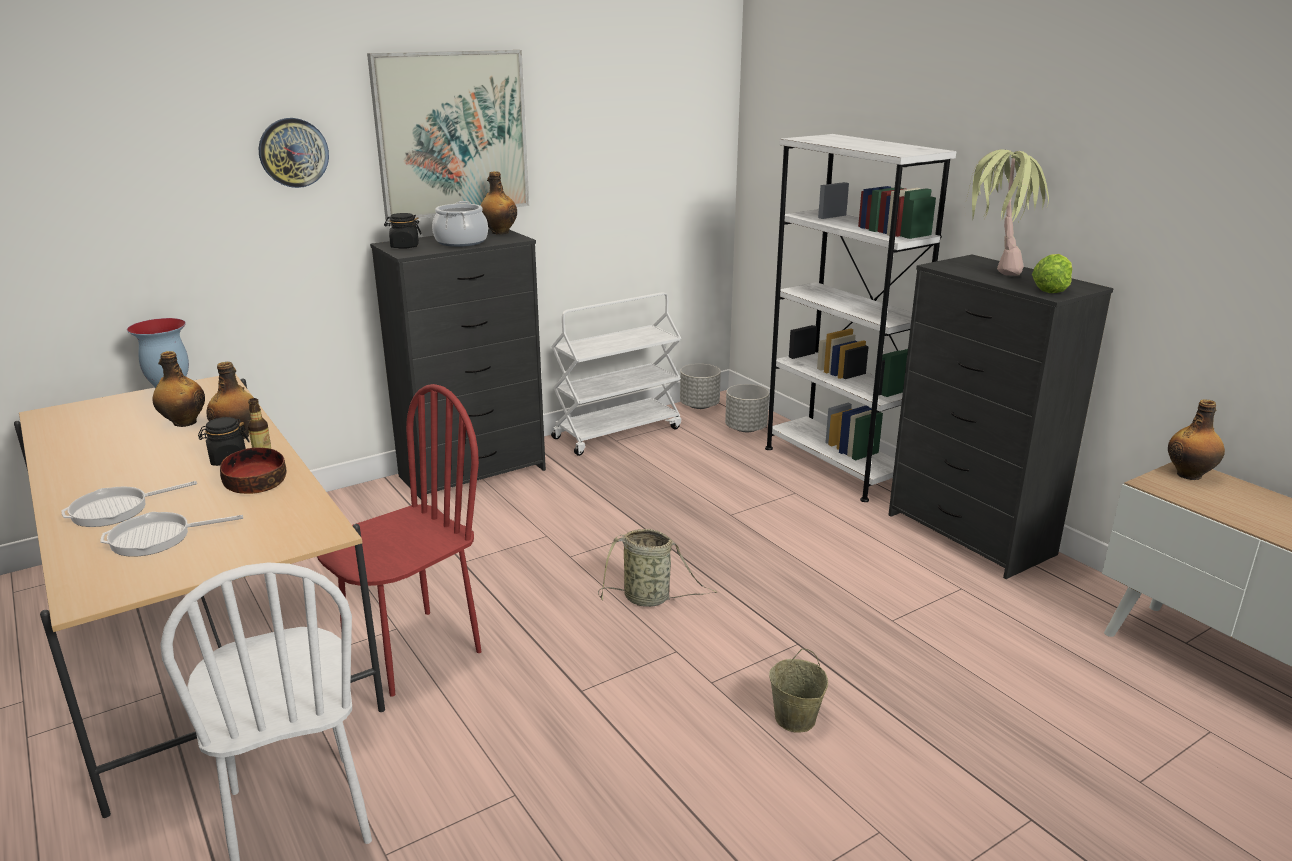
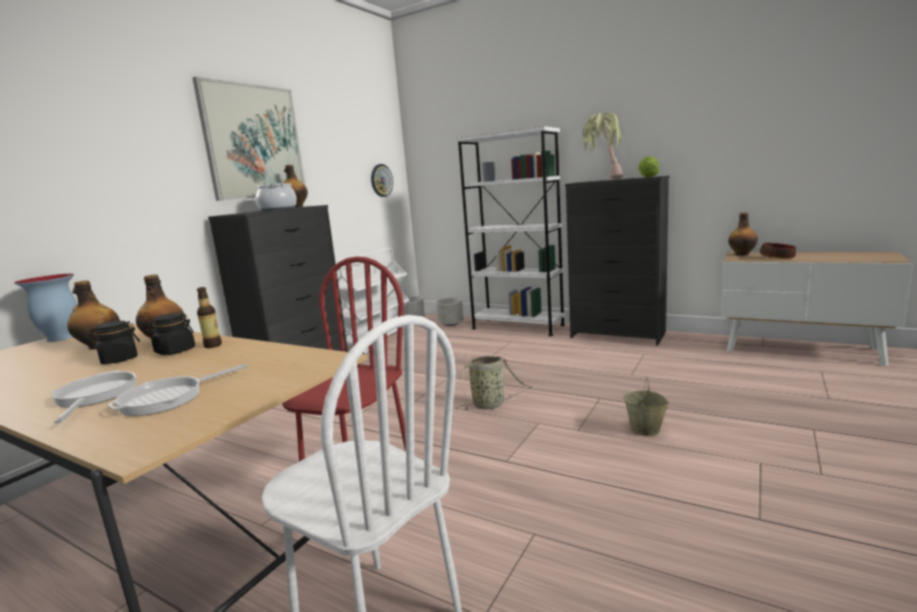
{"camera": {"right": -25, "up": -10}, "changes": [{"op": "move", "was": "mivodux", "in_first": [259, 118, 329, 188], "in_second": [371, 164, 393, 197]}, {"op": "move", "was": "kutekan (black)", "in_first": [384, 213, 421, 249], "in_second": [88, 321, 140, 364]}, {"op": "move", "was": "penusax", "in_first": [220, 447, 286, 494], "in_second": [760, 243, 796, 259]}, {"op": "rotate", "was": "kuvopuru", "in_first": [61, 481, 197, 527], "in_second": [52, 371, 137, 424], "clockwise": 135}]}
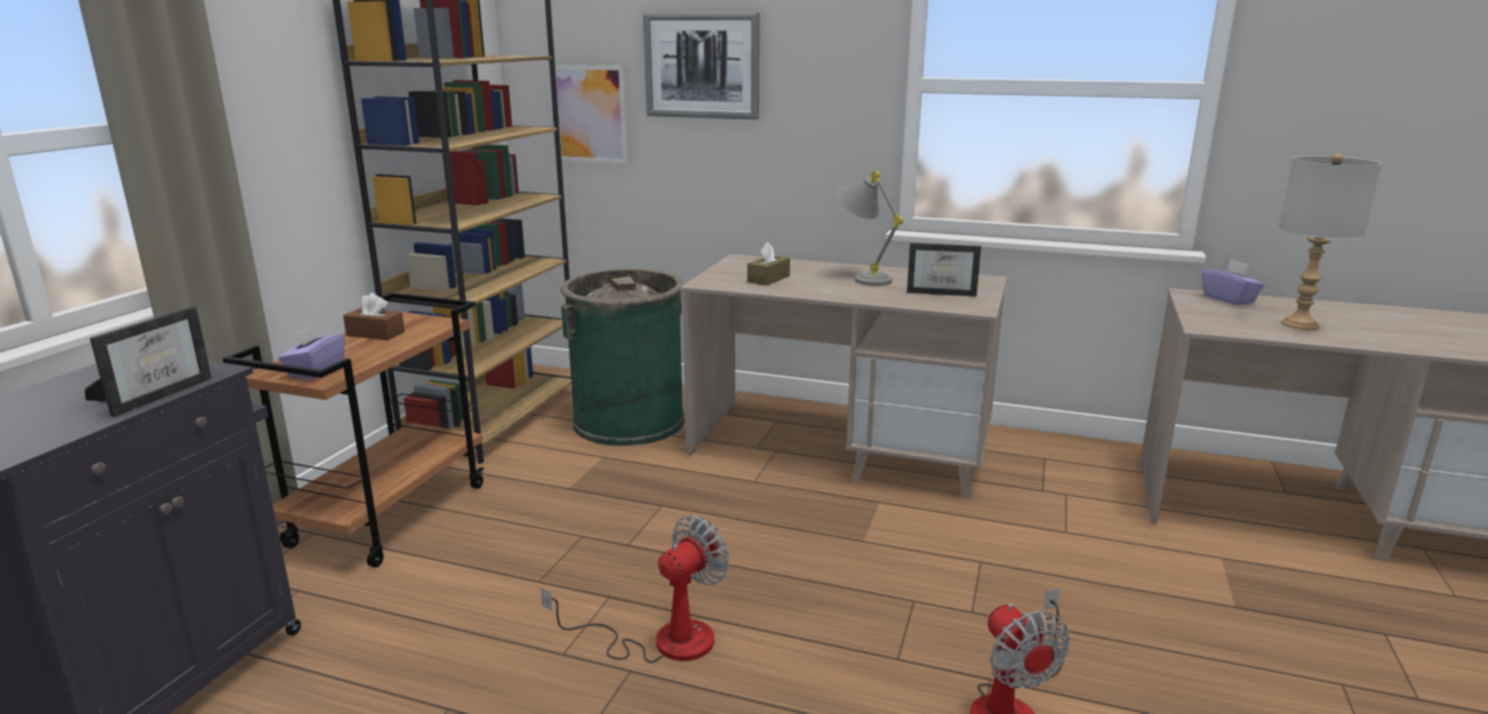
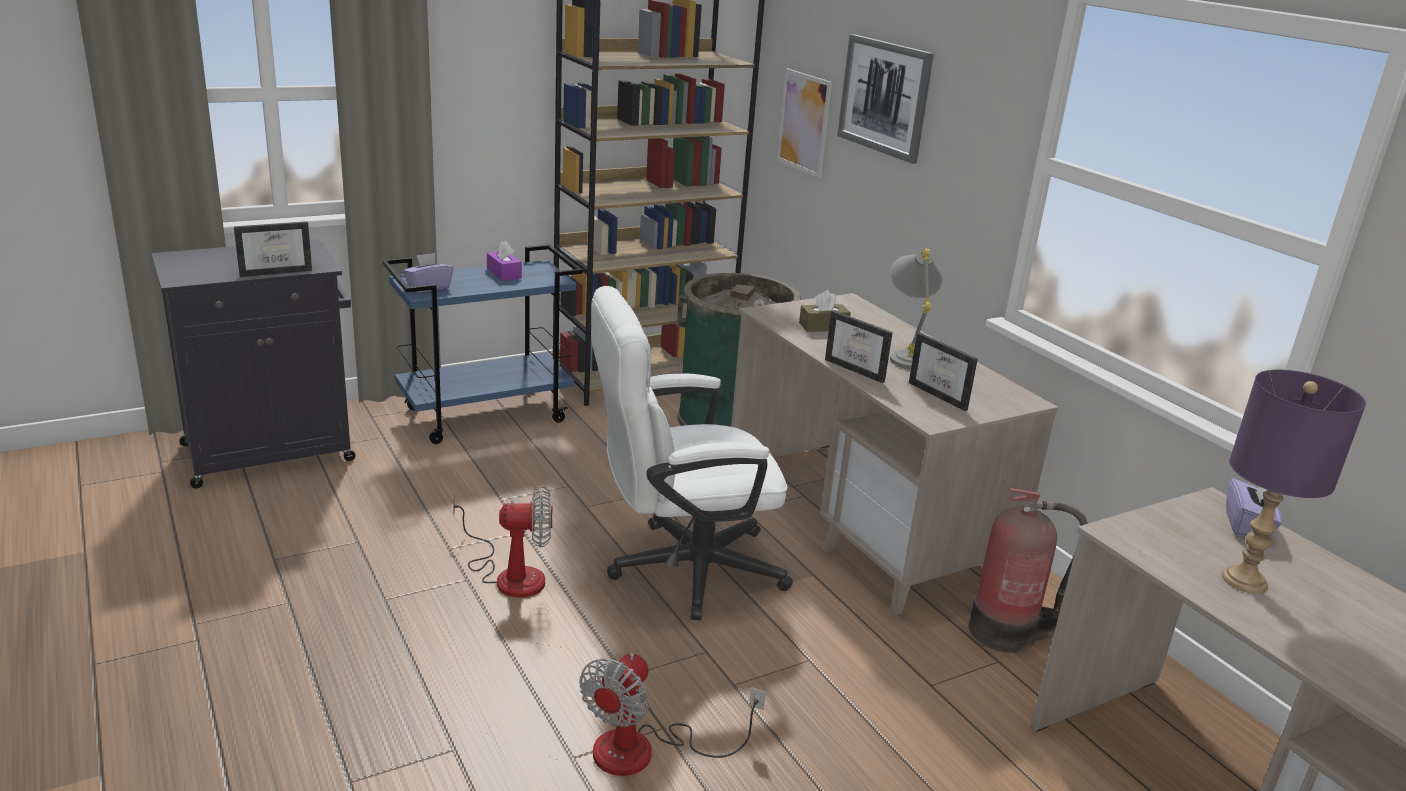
{"camera": {"right": 40, "up": 5}, "changes": [{"op": "recolor", "was": "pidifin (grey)", "now": "pidifin (purple)", "in_first": [1279, 153, 1382, 330], "in_second": [1222, 370, 1366, 594]}, {"op": "recolor", "was": "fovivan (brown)", "now": "fovivan (blue)", "in_first": [223, 293, 485, 568], "in_second": [382, 245, 583, 444]}, {"op": "recolor", "was": "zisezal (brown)", "now": "zisezal (purple)", "in_first": [343, 293, 405, 340], "in_second": [487, 241, 522, 281]}, {"op": "insert", "now": "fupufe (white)", "in_second": [591, 286, 793, 620]}, {"op": "insert", "now": "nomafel", "in_second": [825, 310, 893, 383]}, {"op": "insert", "now": "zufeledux", "in_second": [969, 488, 1088, 653]}]}
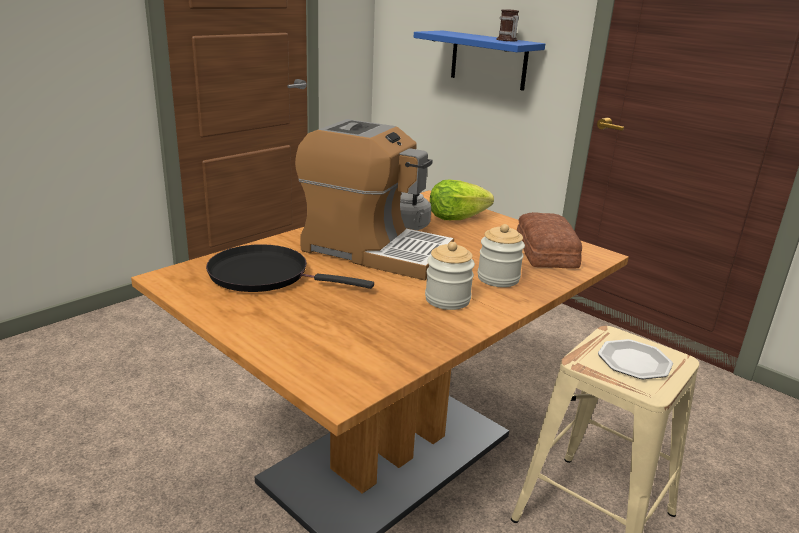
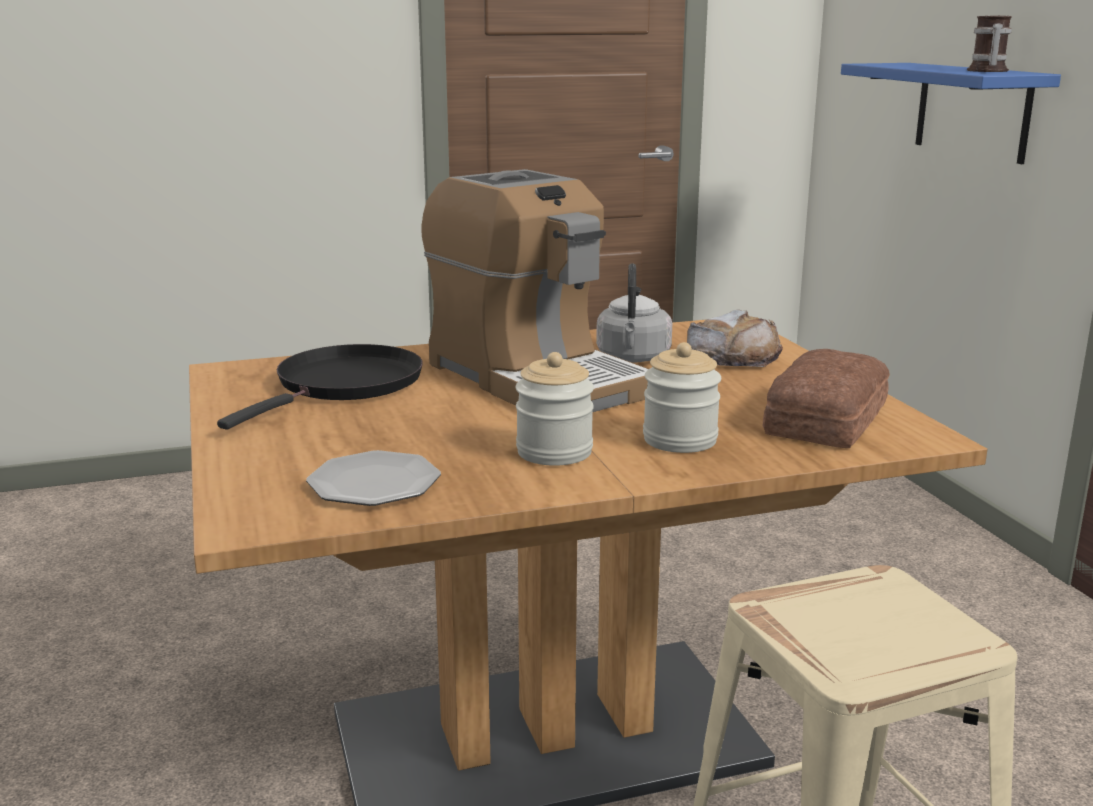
{"camera": {"right": 30, "up": -5}, "changes": [{"op": "replace", "was": "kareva", "now": "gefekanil", "in_first": [430, 180, 494, 220], "in_second": [687, 310, 783, 367]}, {"op": "rotate", "was": "kuvopuru (black)", "in_first": [206, 244, 374, 292], "in_second": [217, 344, 423, 429], "clockwise": 75}, {"op": "move", "was": "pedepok", "in_first": [598, 339, 673, 379], "in_second": [306, 450, 441, 506]}]}
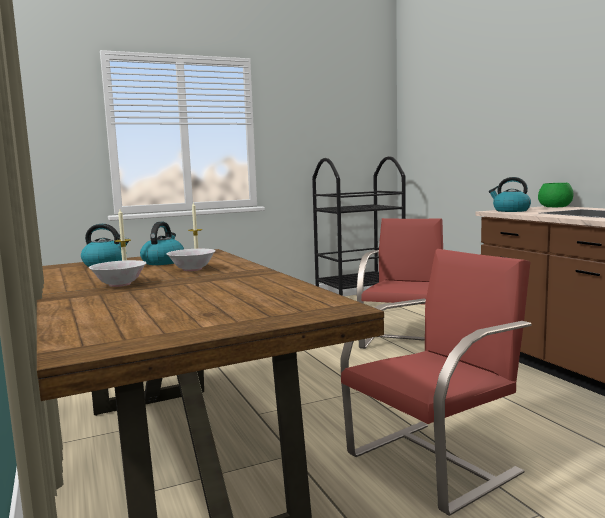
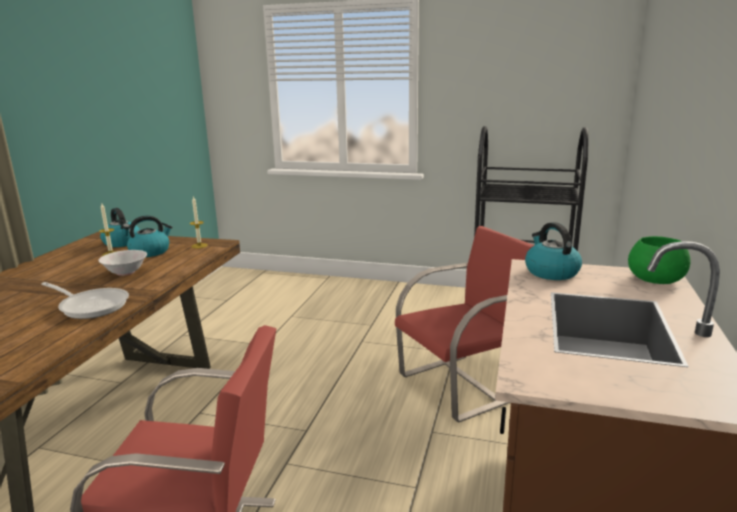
{"camera": {"right": 40, "up": 10}, "changes": [{"op": "delete", "was": "penusax (white)", "in_first": [89, 260, 146, 287]}, {"op": "insert", "now": "kuvopuru", "in_second": [41, 282, 129, 319]}]}
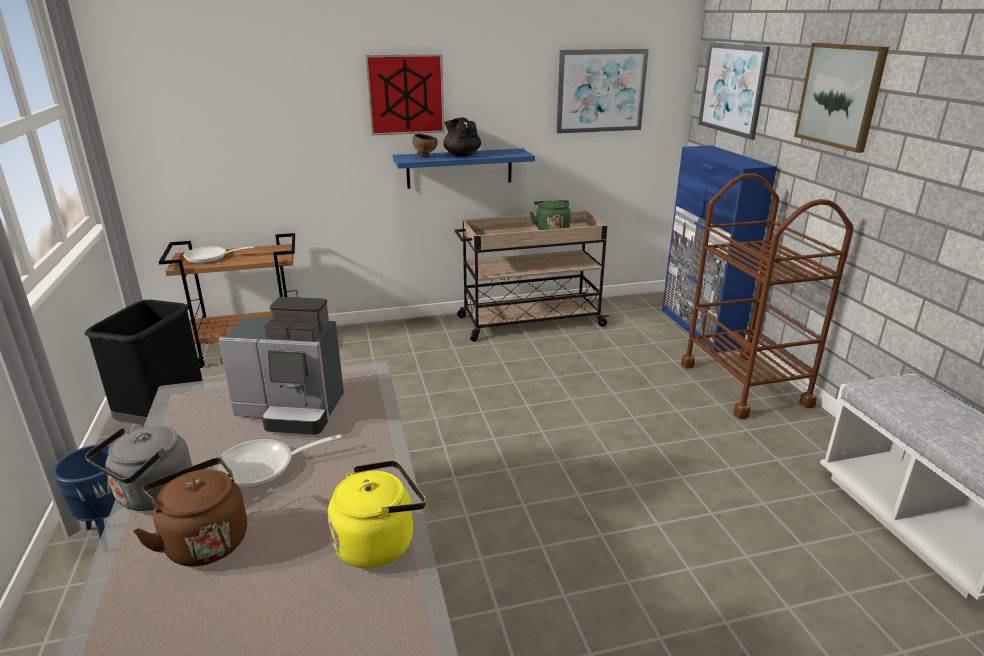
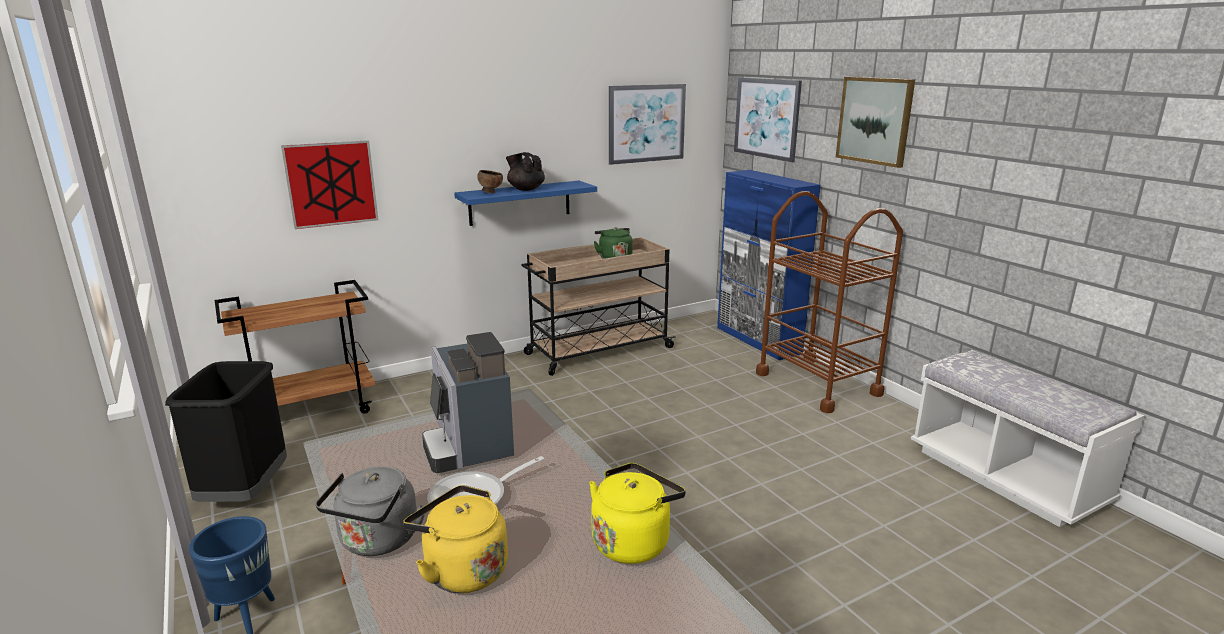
{"camera": {"right": -15, "up": -5}, "changes": [{"op": "move", "was": "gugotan", "in_first": [365, 54, 445, 135], "in_second": [281, 140, 378, 229]}, {"op": "delete", "was": "kuvopuru", "in_first": [183, 246, 254, 263]}, {"op": "rotate", "was": "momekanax", "in_first": [218, 297, 344, 435], "in_second": [422, 332, 514, 473], "clockwise": 75}, {"op": "recolor", "was": "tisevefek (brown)", "now": "tisevefek (yellow)", "in_first": [133, 458, 247, 566], "in_second": [403, 485, 508, 593]}]}
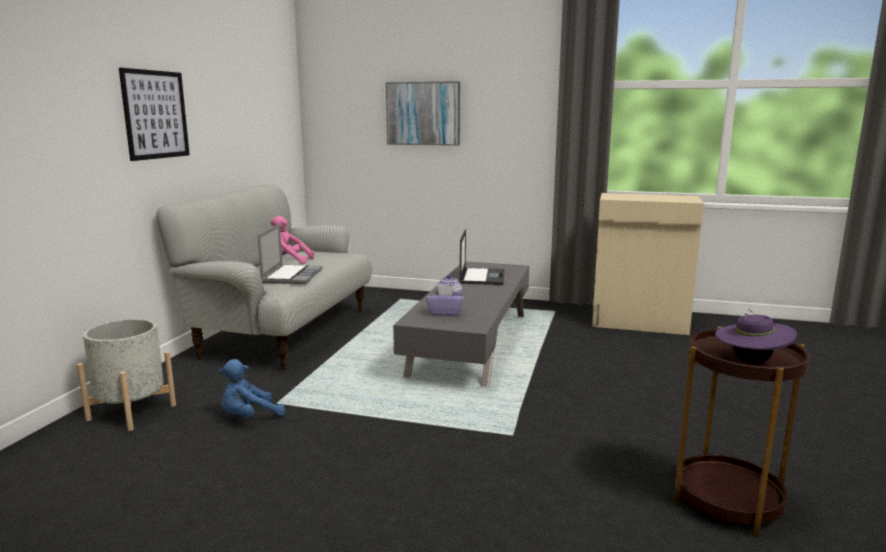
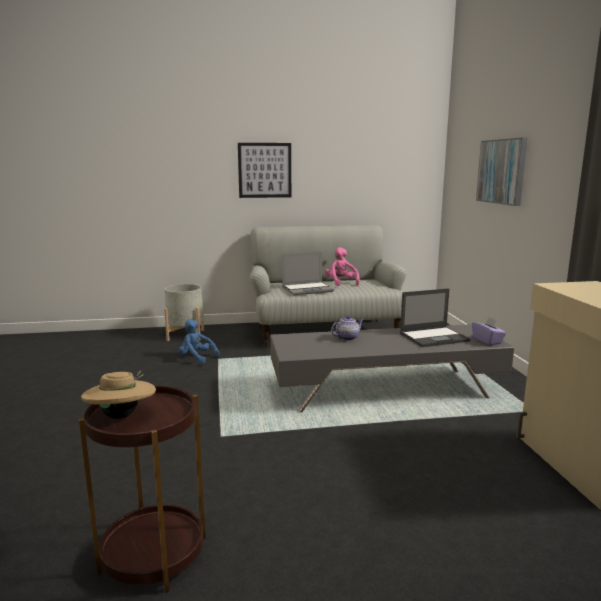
{"camera": {"right": 65, "up": 0}, "changes": [{"op": "move", "was": "zisezal (purple)", "in_first": [426, 285, 464, 316], "in_second": [472, 316, 506, 345]}, {"op": "recolor", "was": "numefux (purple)", "now": "numefux (beige)", "in_first": [715, 310, 797, 364], "in_second": [81, 371, 156, 419]}]}
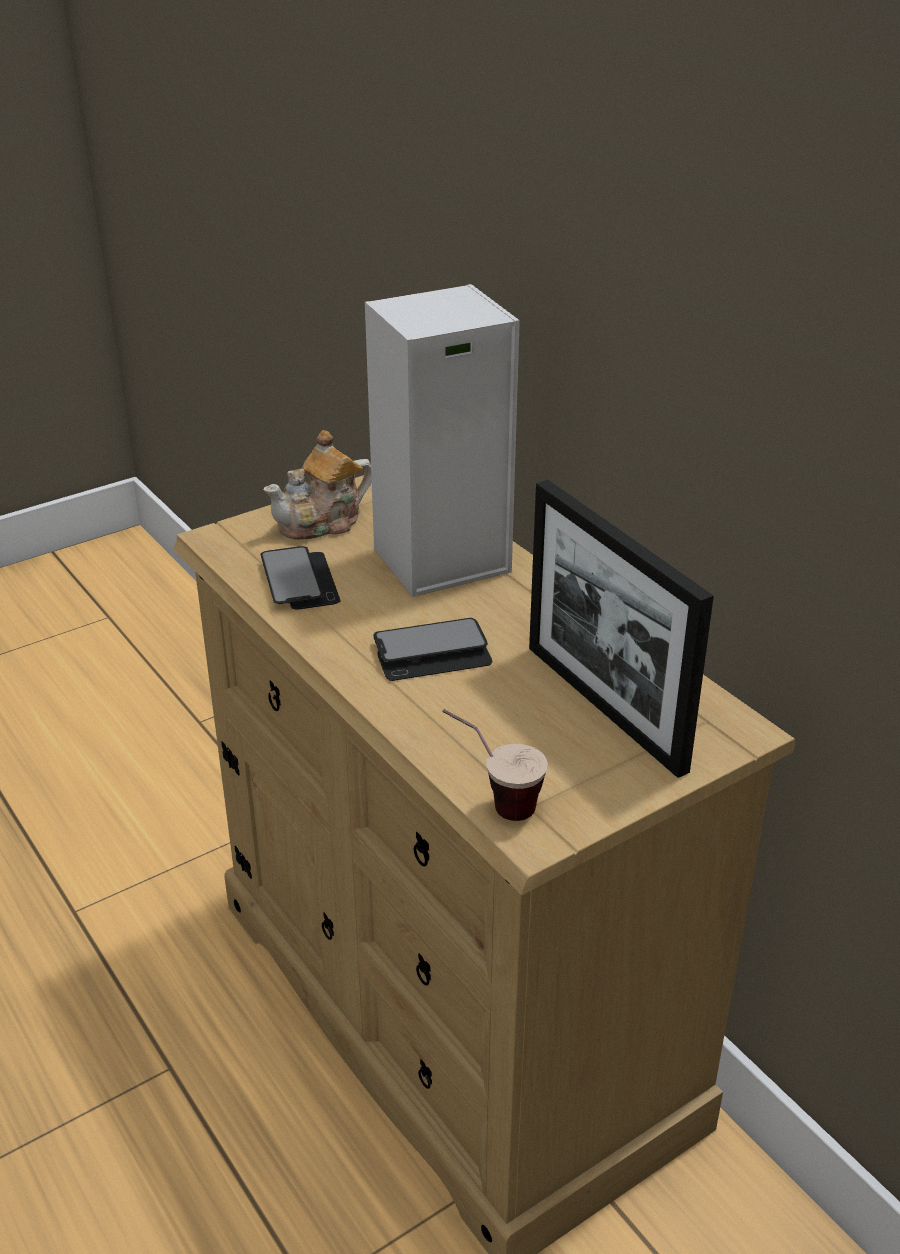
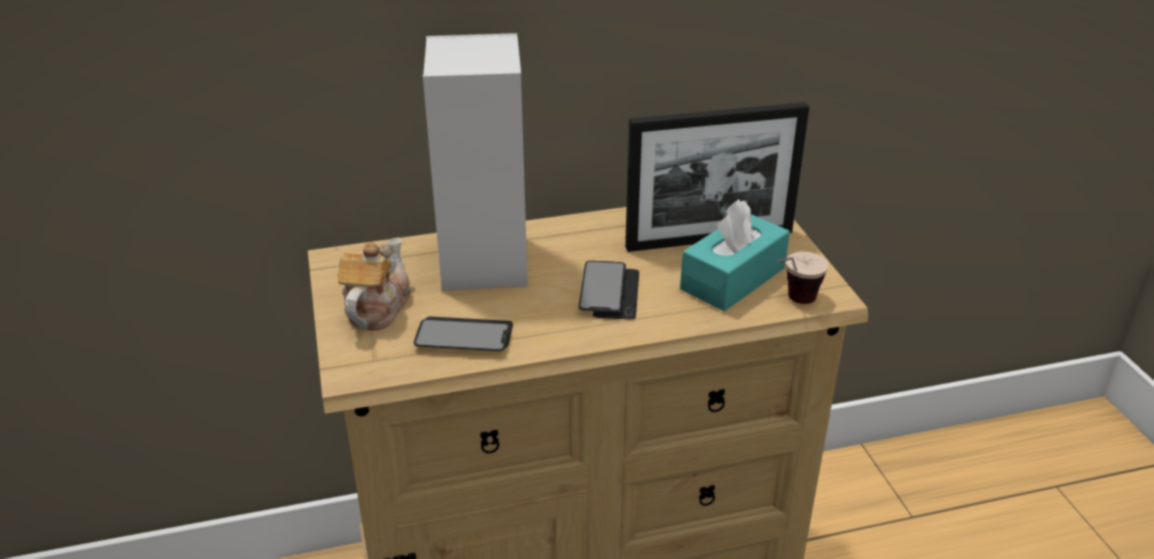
{"camera": {"right": -70, "up": 0}, "changes": [{"op": "rotate", "was": "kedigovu", "in_first": [263, 430, 372, 540], "in_second": [338, 237, 411, 330], "clockwise": -150}, {"op": "insert", "now": "zisezal (turquoise)", "in_second": [680, 199, 790, 311]}]}
